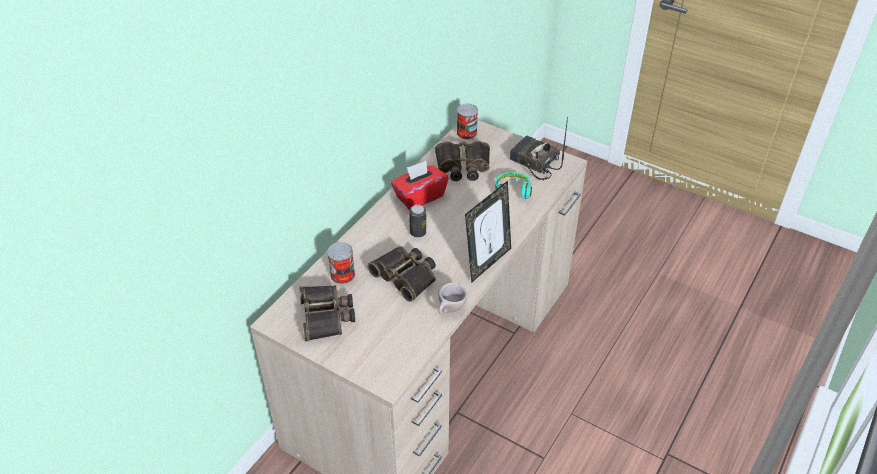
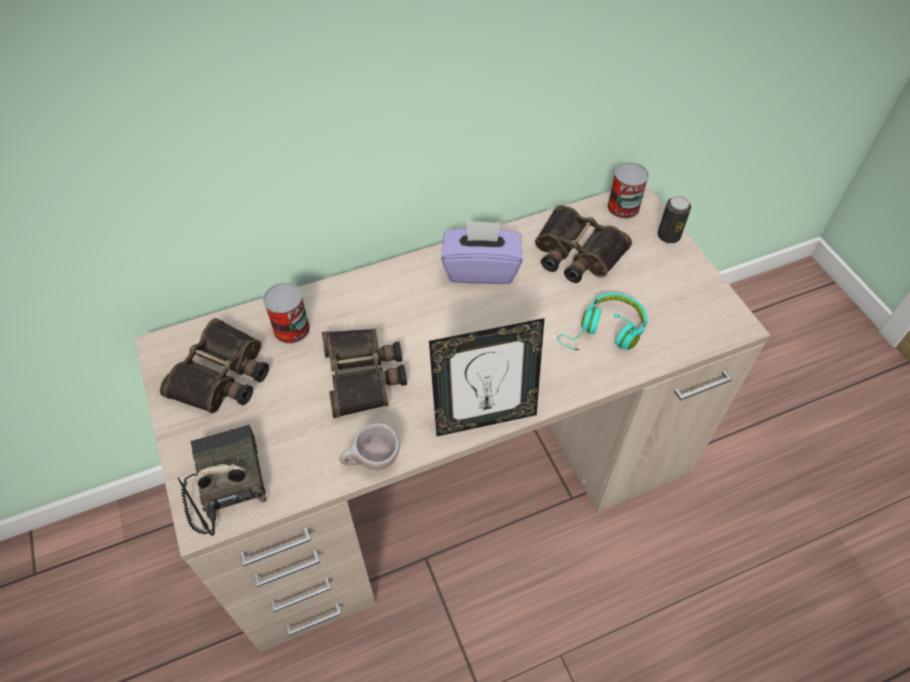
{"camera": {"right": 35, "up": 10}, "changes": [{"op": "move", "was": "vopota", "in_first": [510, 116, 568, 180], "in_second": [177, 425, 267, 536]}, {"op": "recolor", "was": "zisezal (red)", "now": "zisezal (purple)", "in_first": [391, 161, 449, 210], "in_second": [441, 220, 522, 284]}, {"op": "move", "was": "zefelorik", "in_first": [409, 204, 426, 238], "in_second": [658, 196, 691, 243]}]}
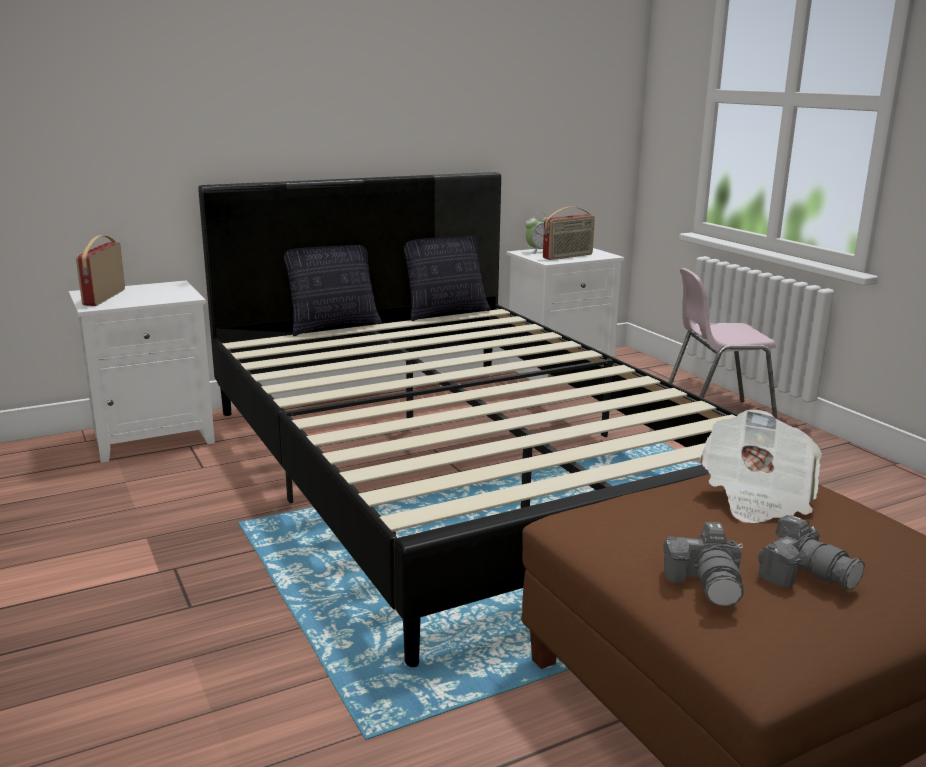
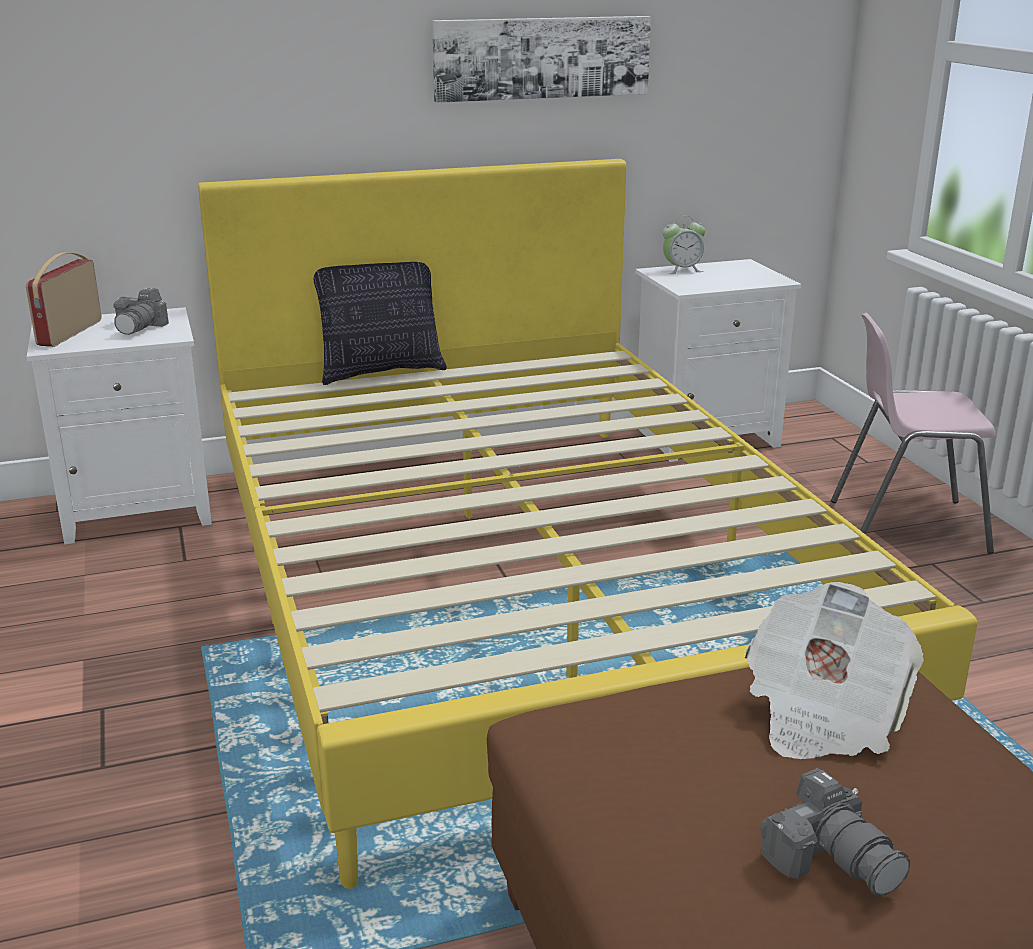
{"camera": {"right": 10, "up": 5}, "changes": [{"op": "recolor", "was": "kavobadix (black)", "now": "kavobadix (yellow)", "in_first": [198, 172, 738, 667], "in_second": [198, 159, 977, 889]}, {"op": "delete", "was": "vopota", "in_first": [543, 207, 595, 260]}, {"op": "delete", "was": "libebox", "in_first": [404, 236, 490, 321]}, {"op": "move", "was": "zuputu", "in_first": [663, 522, 744, 606], "in_second": [114, 288, 169, 335]}, {"op": "insert", "now": "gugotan", "in_second": [432, 16, 651, 103]}]}
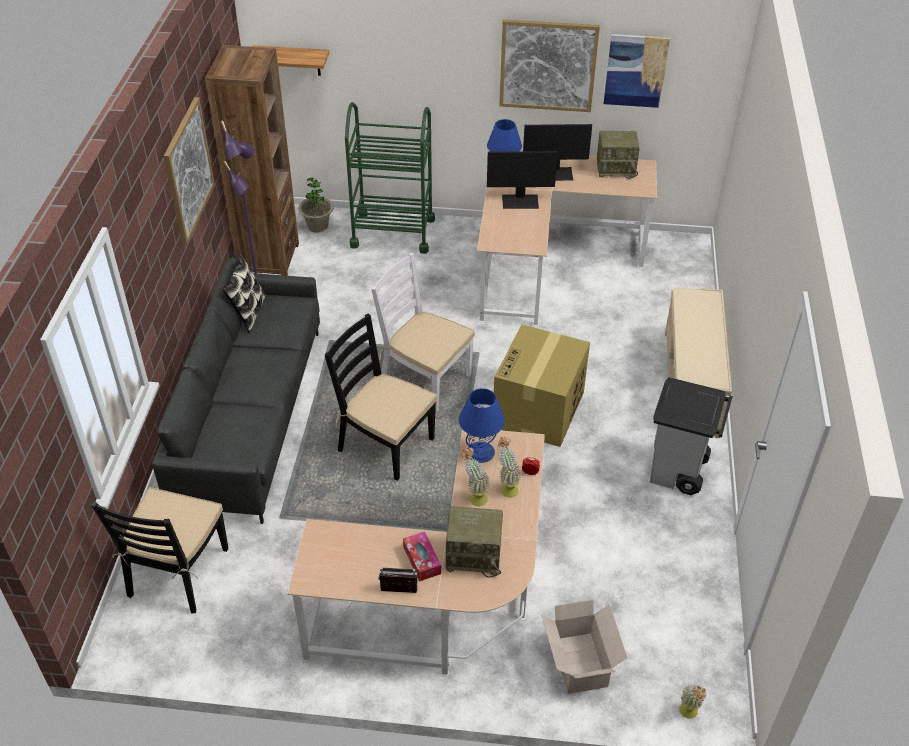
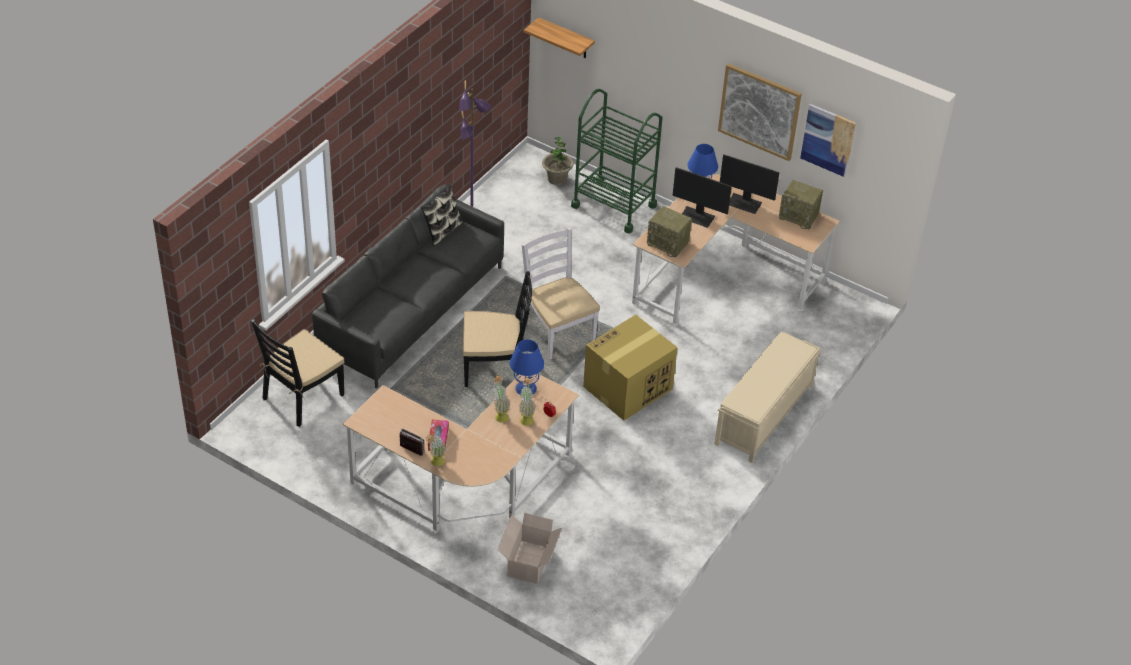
{"camera": {"right": 25, "up": 0}, "changes": [{"op": "delete", "was": "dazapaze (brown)", "in_first": [205, 45, 299, 276]}, {"op": "delete", "was": "gugotan", "in_first": [164, 97, 215, 245]}, {"op": "rotate", "was": "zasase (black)", "in_first": [325, 314, 437, 481], "in_second": [463, 271, 532, 387], "clockwise": 120}, {"op": "delete", "was": "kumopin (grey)", "in_first": [650, 377, 733, 495]}, {"op": "move", "was": "vopota", "in_first": [446, 506, 503, 578], "in_second": [647, 206, 692, 257]}, {"op": "move", "was": "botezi", "in_first": [679, 684, 707, 719], "in_second": [425, 433, 446, 466]}]}
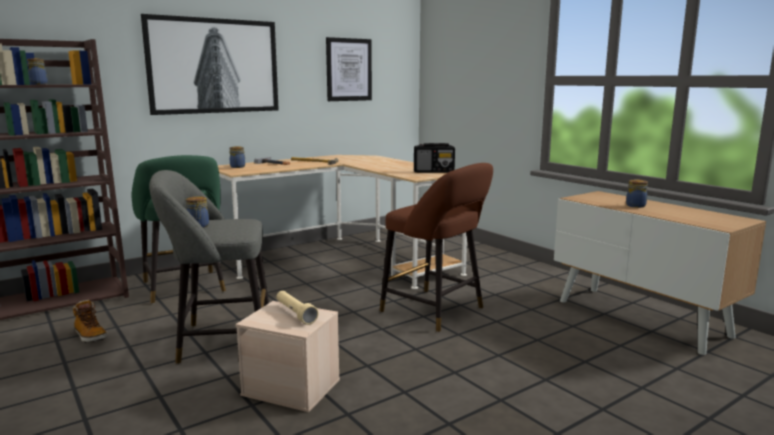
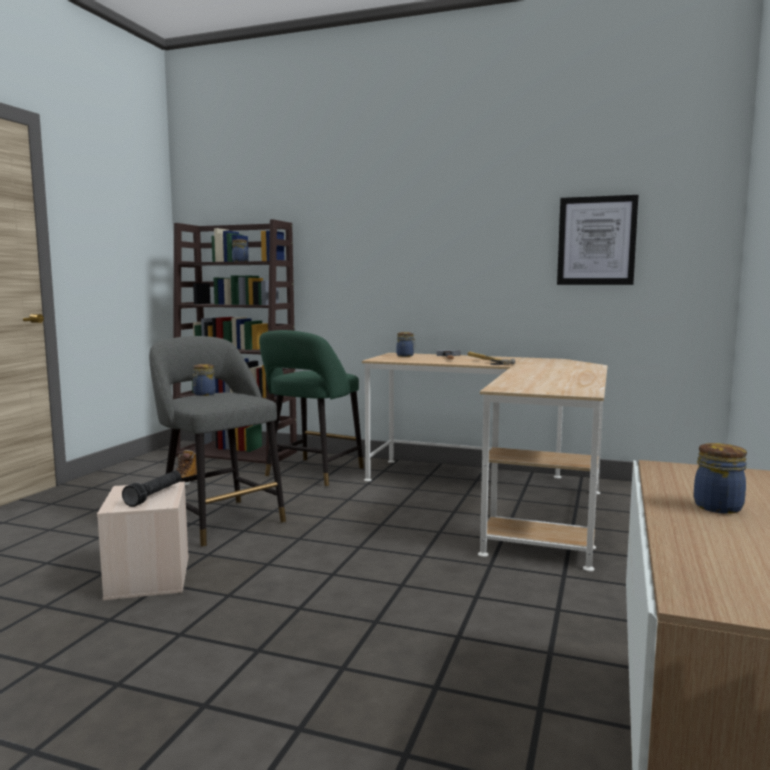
{"camera": {"right": 55, "up": -5}, "changes": [{"op": "delete", "was": "gugotan", "in_first": [141, 14, 279, 115]}, {"op": "delete", "was": "vopota", "in_first": [414, 143, 455, 173]}, {"op": "delete", "was": "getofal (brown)", "in_first": [380, 163, 493, 332]}, {"op": "recolor", "was": "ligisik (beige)", "now": "ligisik (black)", "in_first": [276, 291, 319, 325], "in_second": [122, 470, 182, 507]}]}
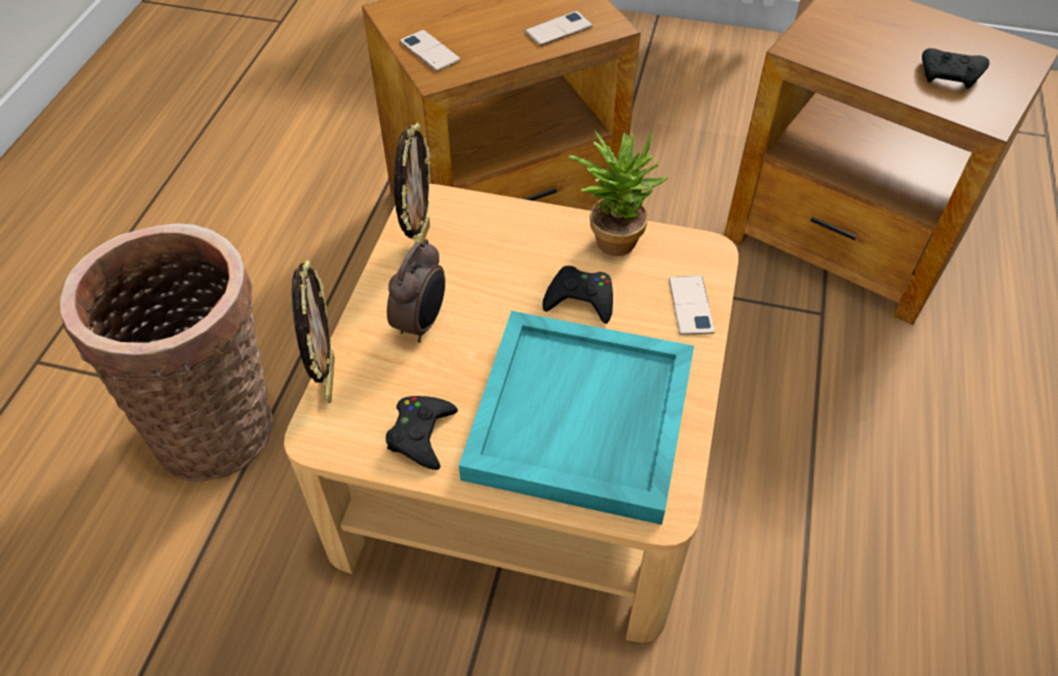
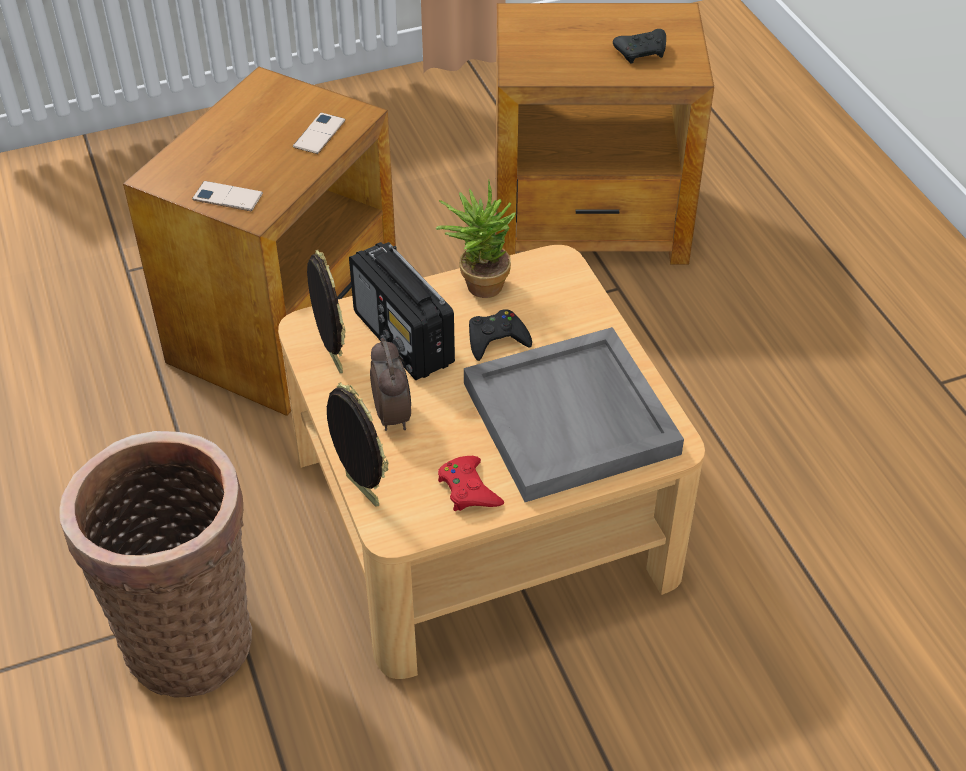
{"camera": {"right": -35, "up": -5}, "changes": [{"op": "delete", "was": "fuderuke", "in_first": [669, 276, 715, 335]}, {"op": "recolor", "was": "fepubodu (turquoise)", "now": "fepubodu (grey)", "in_first": [459, 311, 694, 525], "in_second": [464, 327, 684, 502]}, {"op": "recolor", "was": "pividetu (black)", "now": "pividetu (red)", "in_first": [386, 396, 458, 470], "in_second": [438, 456, 504, 511]}, {"op": "insert", "now": "vopota", "in_second": [349, 242, 455, 380]}]}
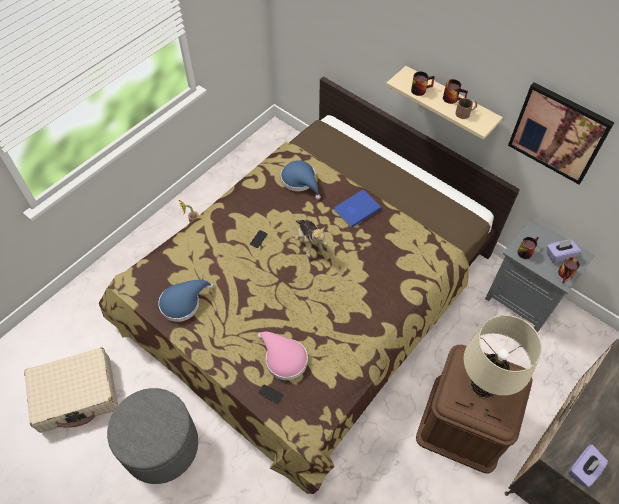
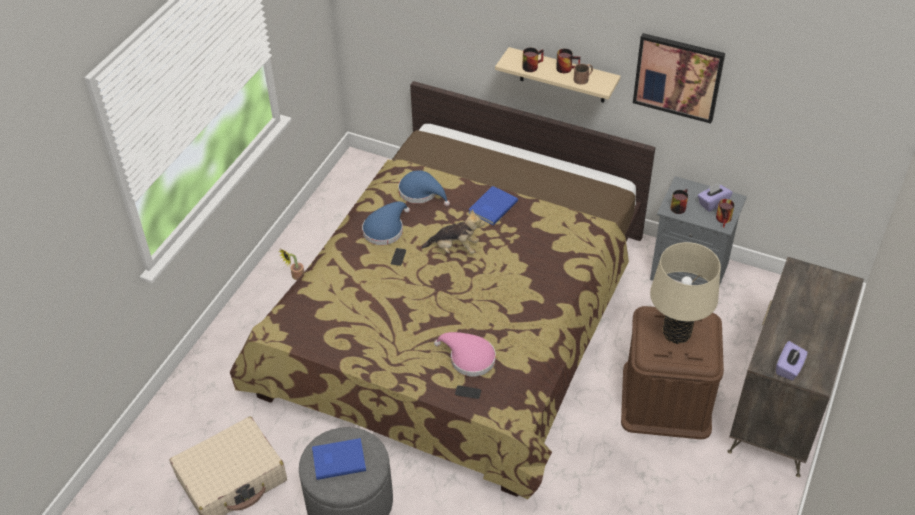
{"camera": {"right": -15, "up": -10}, "changes": [{"op": "rotate", "was": "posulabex", "in_first": [295, 220, 328, 257], "in_second": [421, 209, 485, 254], "clockwise": -45}, {"op": "move", "was": "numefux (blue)", "in_first": [158, 280, 214, 322], "in_second": [362, 202, 410, 245]}, {"op": "insert", "now": "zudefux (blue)", "in_second": [312, 438, 366, 480]}]}
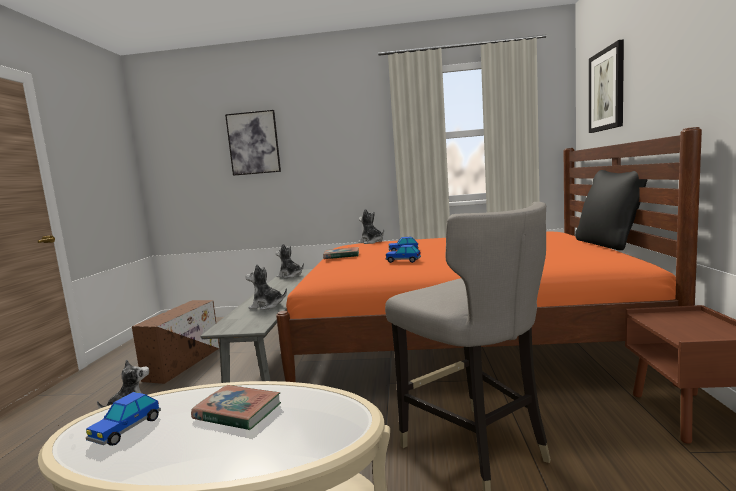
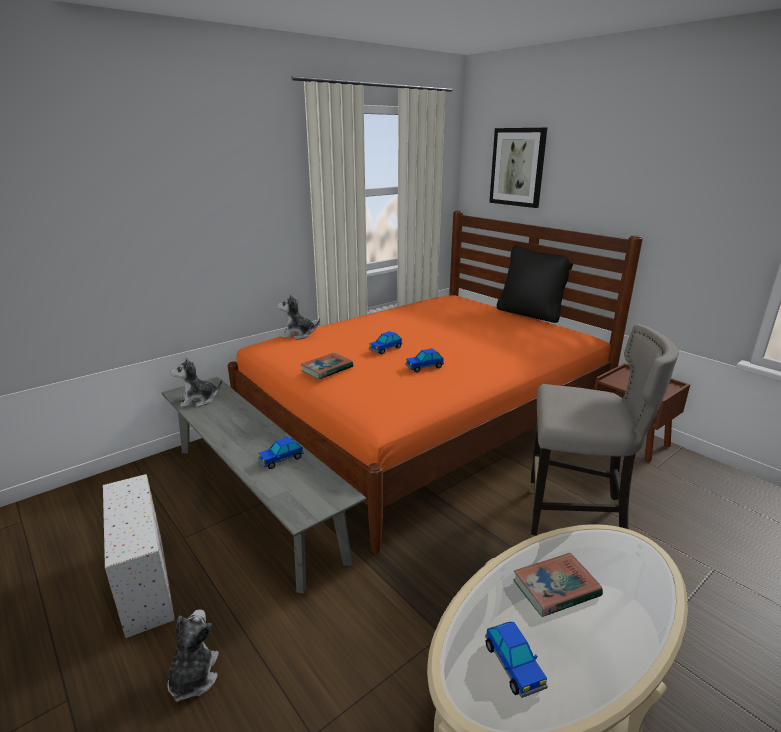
{"camera": {"right": -45, "up": 15}, "changes": [{"op": "delete", "was": "gugotan", "in_first": [225, 110, 281, 176]}, {"op": "replace", "was": "posulabex", "now": "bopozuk", "in_first": [245, 264, 287, 310], "in_second": [258, 437, 304, 469]}, {"op": "recolor", "was": "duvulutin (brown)", "now": "duvulutin (white)", "in_first": [132, 300, 220, 384], "in_second": [103, 474, 174, 638]}]}
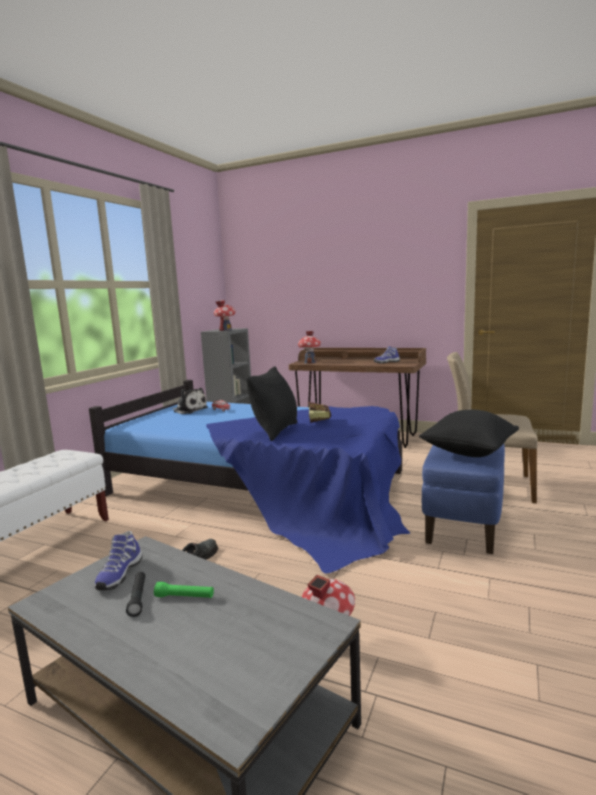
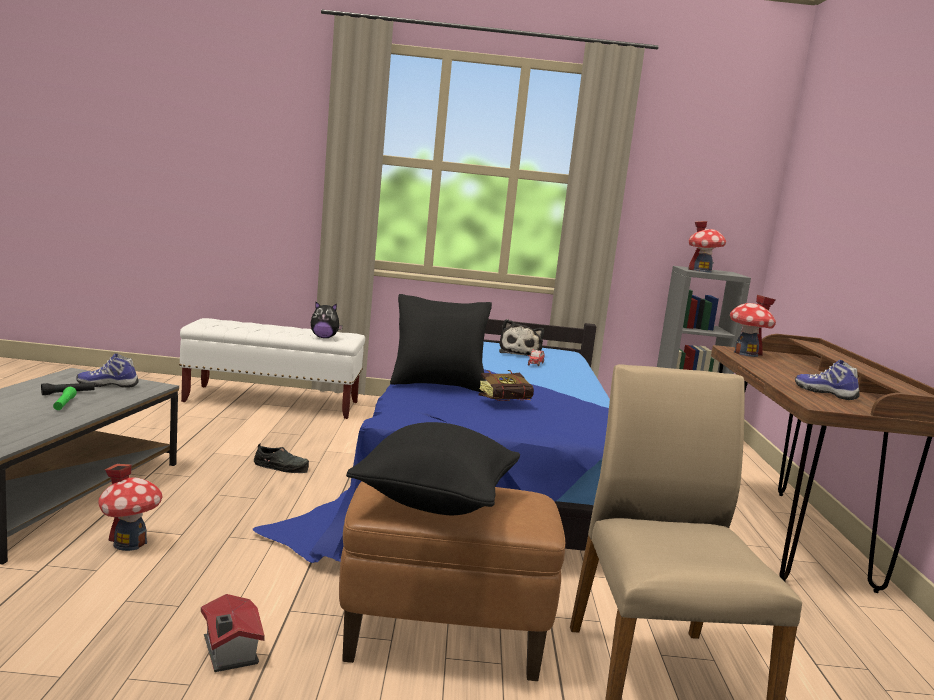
{"camera": {"right": 65, "up": 0}, "changes": [{"op": "recolor", "was": "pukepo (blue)", "now": "pukepo (brown)", "in_first": [422, 444, 505, 554], "in_second": [339, 481, 565, 681]}, {"op": "insert", "now": "posulabex", "in_second": [311, 301, 343, 338]}, {"op": "insert", "now": "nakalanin", "in_second": [201, 594, 265, 672]}]}
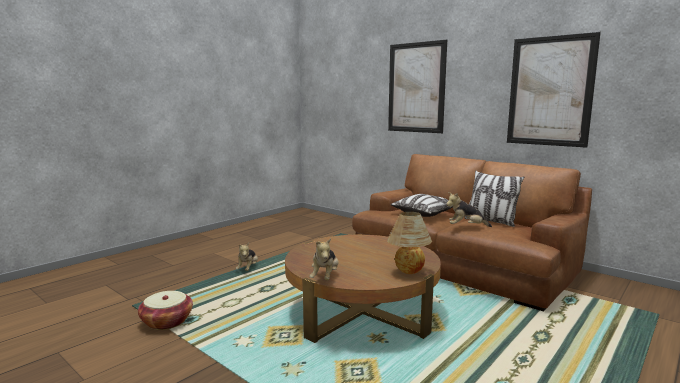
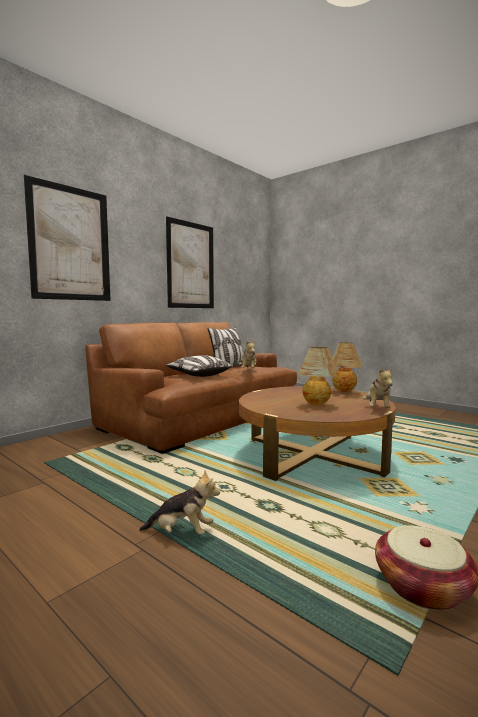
{"camera": {"right": -90, "up": -5}, "changes": [{"op": "rotate", "was": "posulabex", "in_first": [310, 238, 339, 281], "in_second": [362, 367, 393, 408], "clockwise": 90}, {"op": "insert", "now": "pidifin", "in_second": [298, 347, 338, 406]}]}
